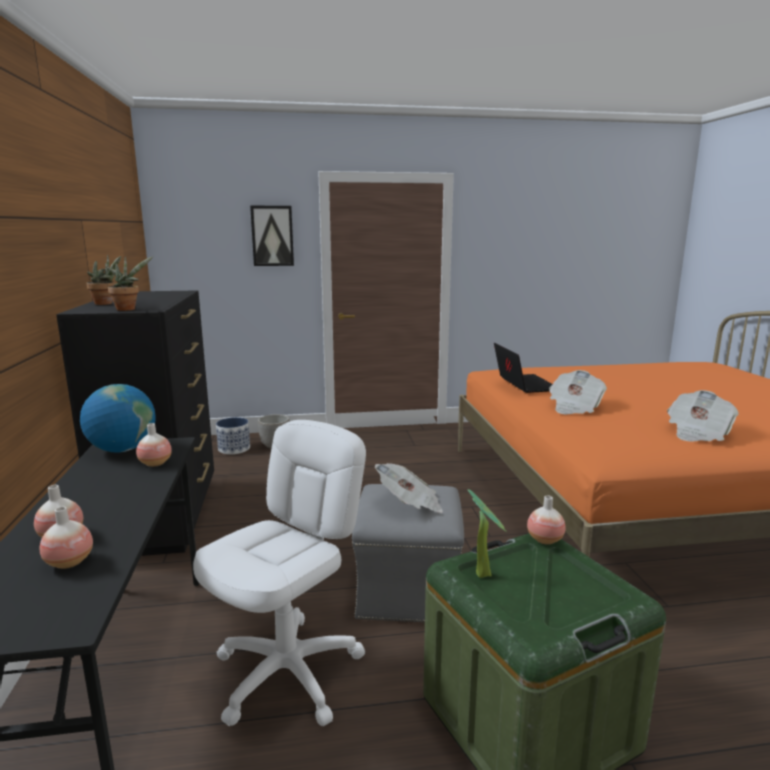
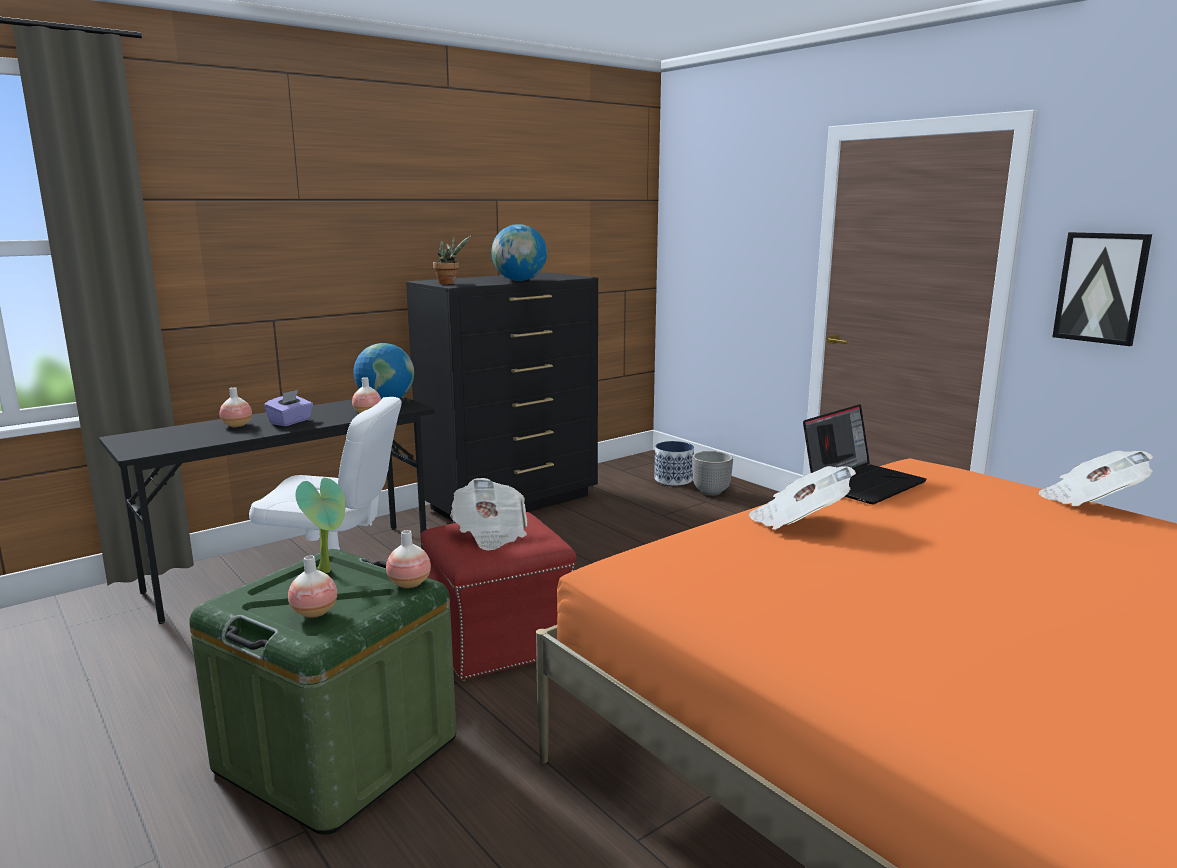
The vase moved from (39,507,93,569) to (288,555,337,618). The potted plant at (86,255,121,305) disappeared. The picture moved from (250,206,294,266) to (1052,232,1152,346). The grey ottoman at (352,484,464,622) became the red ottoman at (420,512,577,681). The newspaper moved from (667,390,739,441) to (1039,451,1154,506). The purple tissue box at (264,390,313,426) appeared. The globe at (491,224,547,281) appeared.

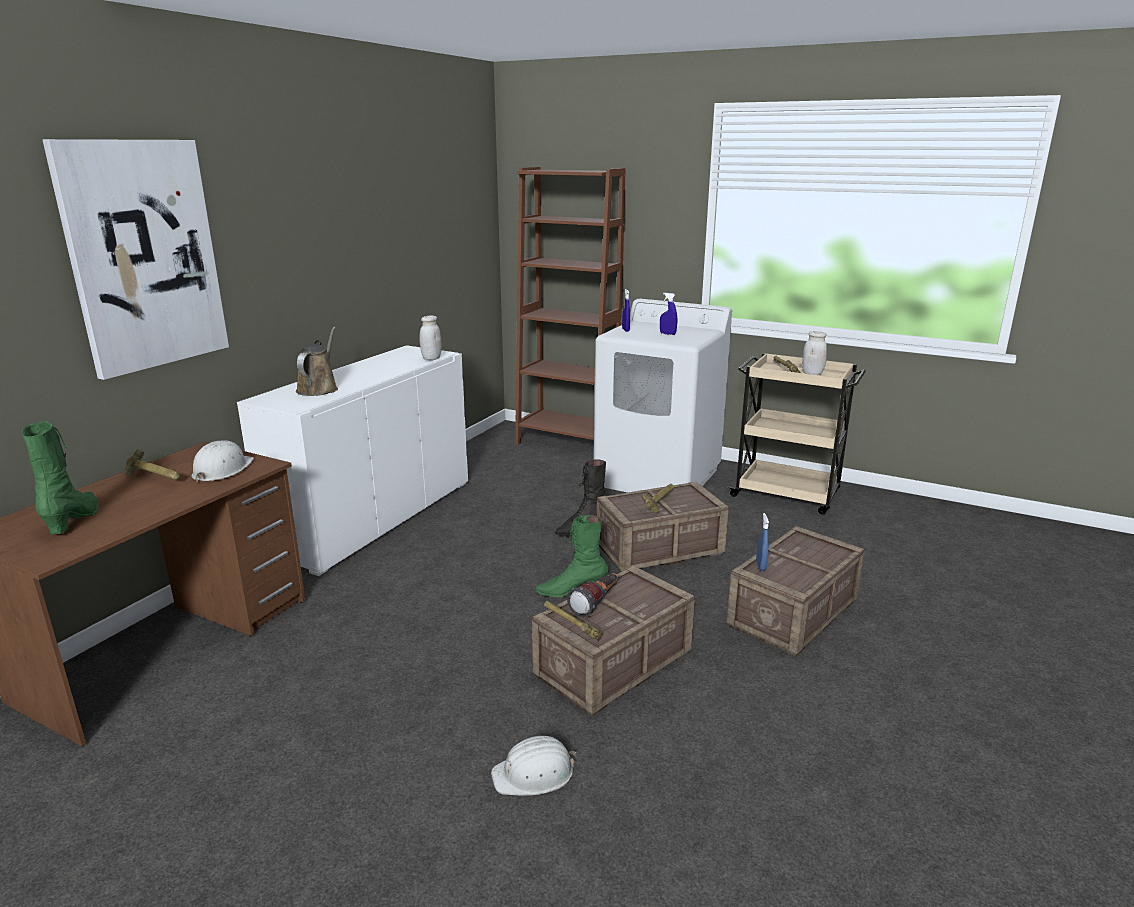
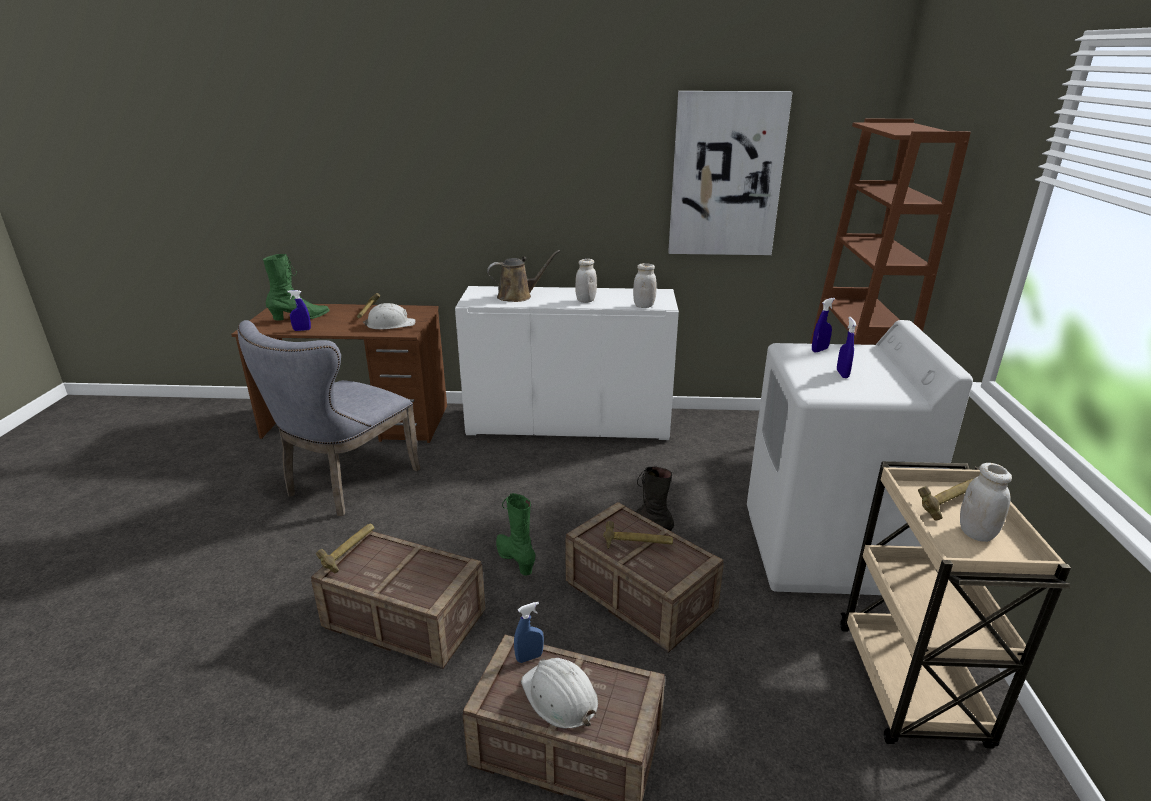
The picture moved from (43,139,229,380) to (668,91,793,255). The white hard hat moved from (491,736,576,796) to (521,658,598,728). The flashlight at (567,573,618,617) disappeared. The grey chair at (238,320,421,516) appeared. The blue spray bottle at (287,290,311,331) appeared. The white jar at (575,259,597,303) appeared.

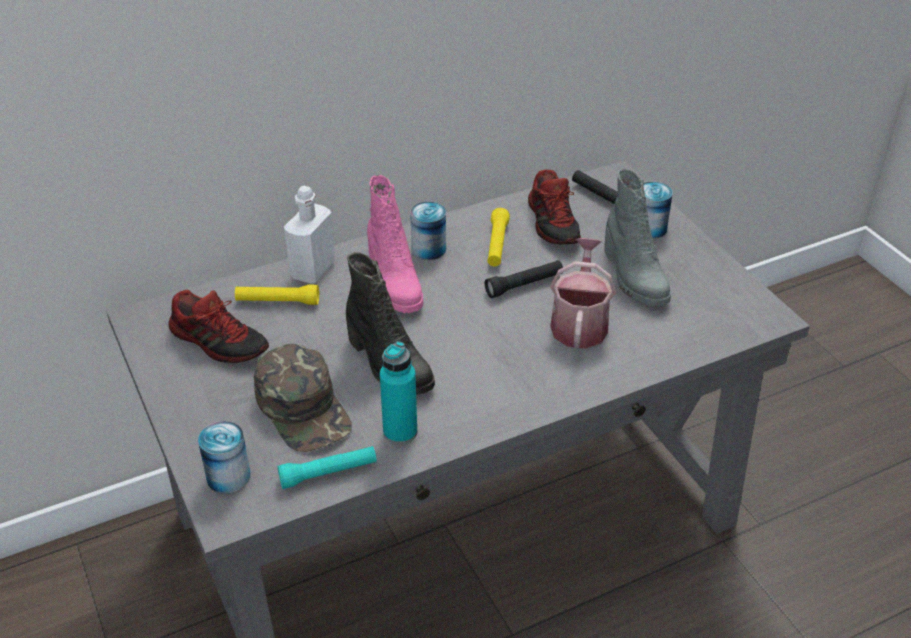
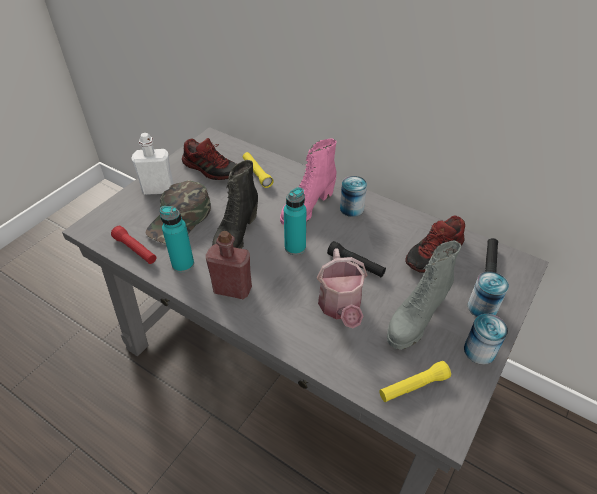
The shoe at (168,290,269,363) turned 60 degrees counterclockwise. The can moved from (198,421,250,494) to (464,314,508,365). The turquoise flashlight at (277,446,377,489) became the red flashlight at (111,226,157,264). The white bottle moved from (284,186,335,284) to (131,133,174,195). The yellow flashlight moved from (487,208,510,266) to (379,361,451,402). The watering can at (550,238,616,349) turned 105 degrees clockwise. The red bottle at (206,231,252,299) appeared. The turquoise bottle at (284,187,306,255) appeared.

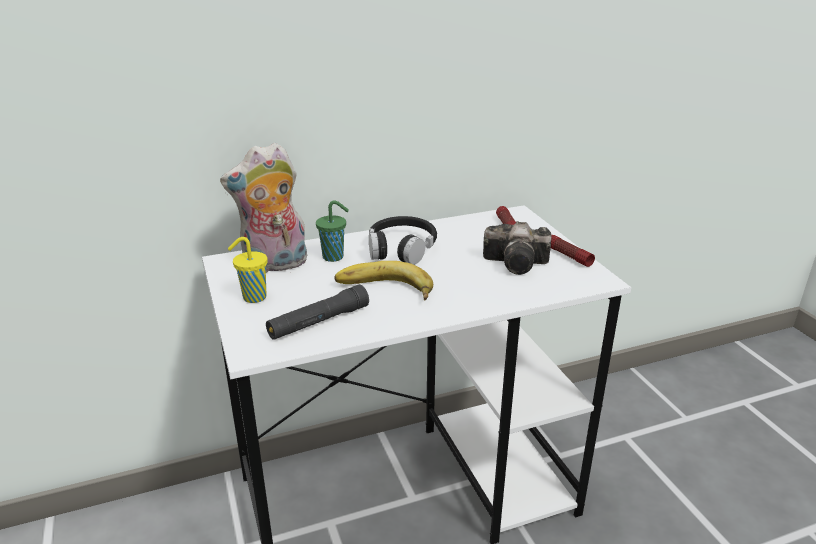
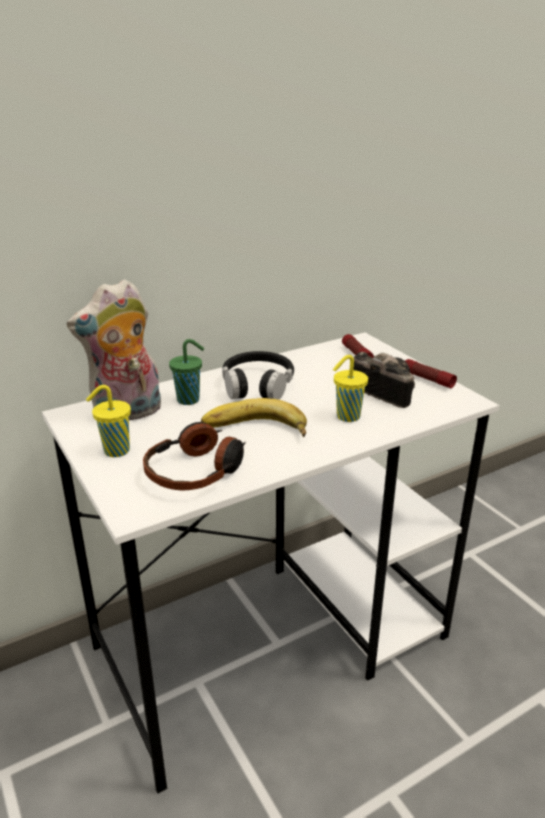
The black flashlight at (266,284,369,340) was replaced by the headphones at (143,422,246,491). The photo camera at (483,221,552,275) turned 135 degrees counterclockwise. The yellow cup at (333,355,368,422) appeared.

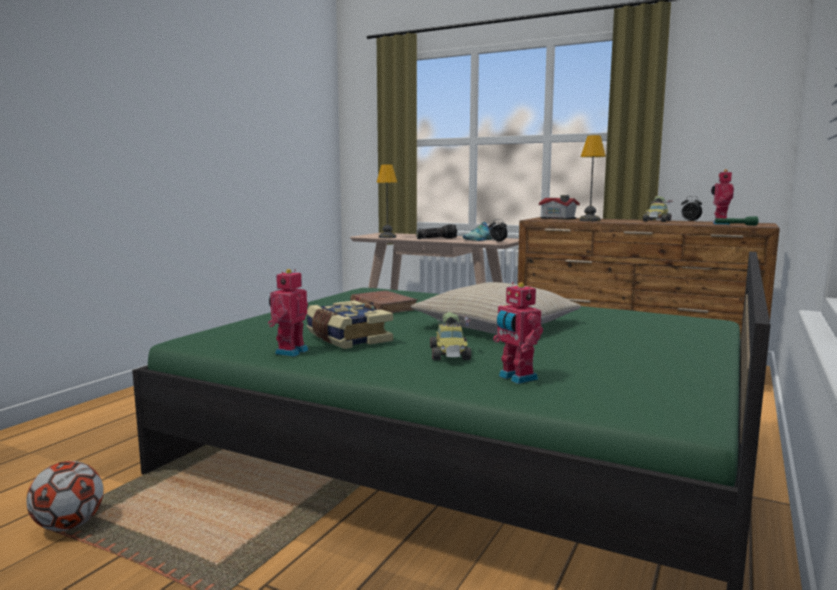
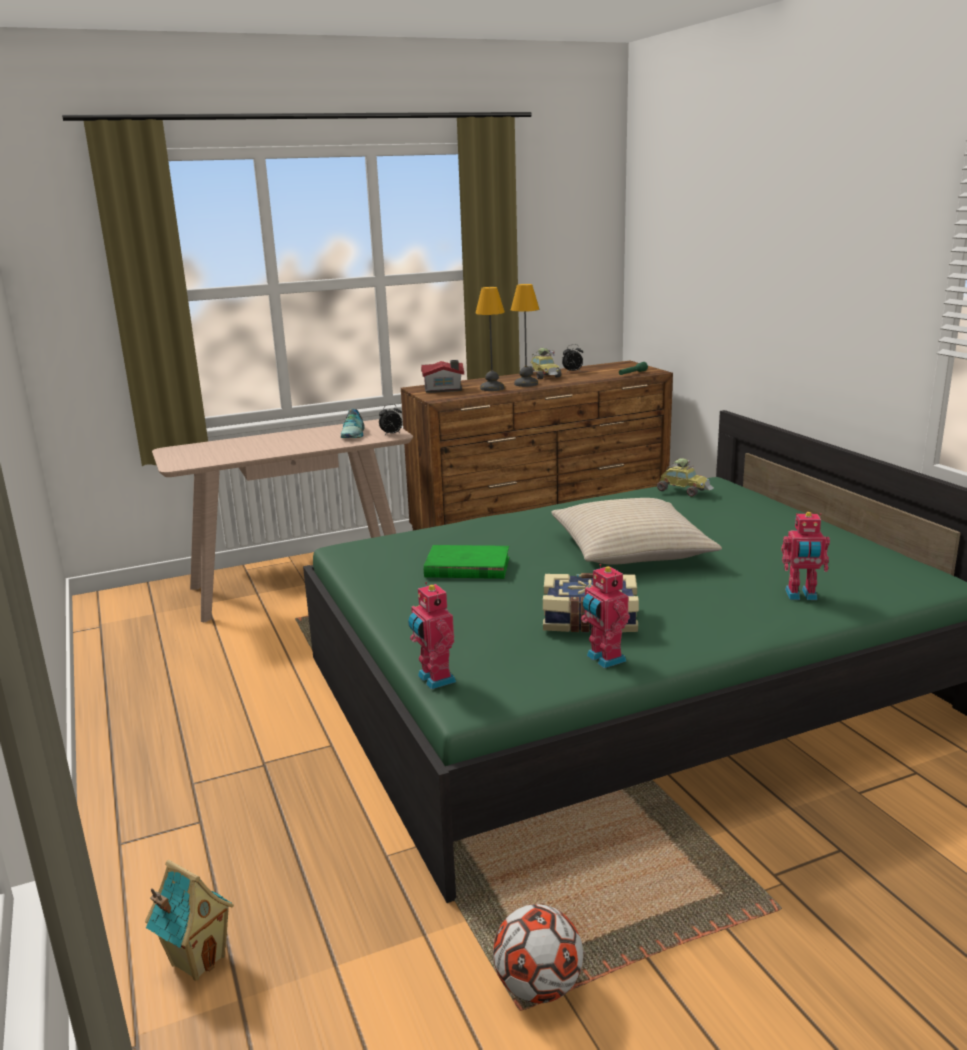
The brown book at (350,291,418,313) became the green book at (424,545,509,579). The table lamp moved from (376,164,397,238) to (511,284,539,387). The flashlight at (416,224,457,239) disappeared. The toy car moved from (430,312,471,360) to (657,458,714,497). The toy robot moved from (711,169,734,225) to (408,582,456,689). The toy house at (145,860,234,981) appeared.

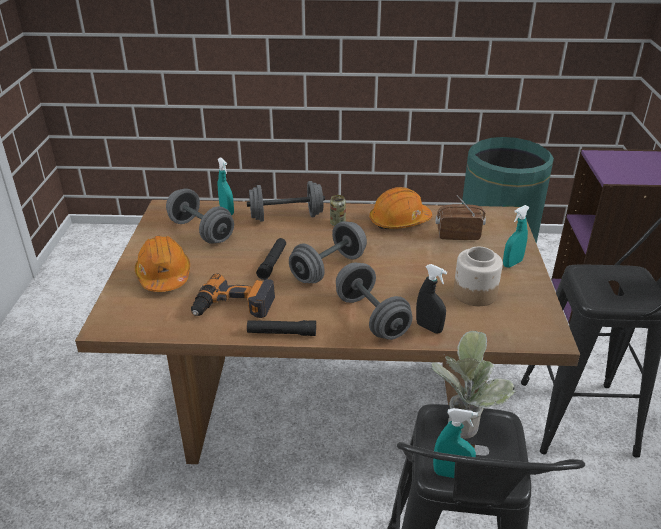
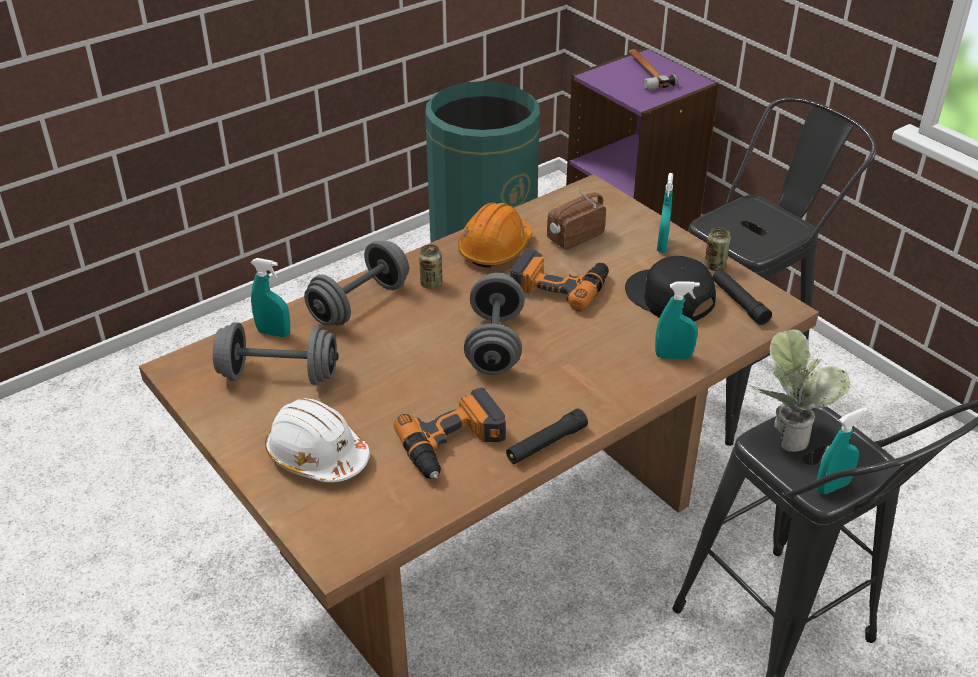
The orange hard hat at (135,236,190,292) became the white hard hat at (265,398,370,482). The black flashlight moved from (256,238,286,280) to (713,269,772,325). The grey dumbbell at (336,263,413,340) disappeared. The black spray bottle at (416,264,447,333) became the turquoise spray bottle at (655,282,700,359). The jar at (453,247,503,306) was replaced by the black cap at (625,256,716,321). The power drill at (510,248,609,311) appeared. The hammer at (629,49,679,90) appeared. The can at (704,227,731,271) appeared.

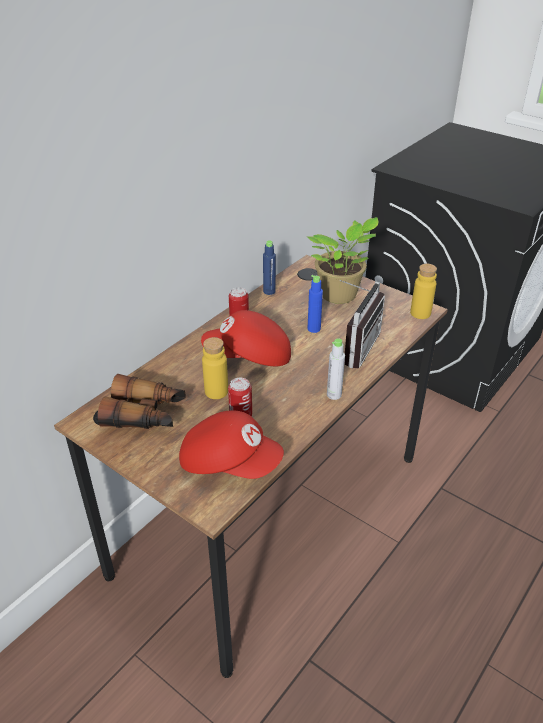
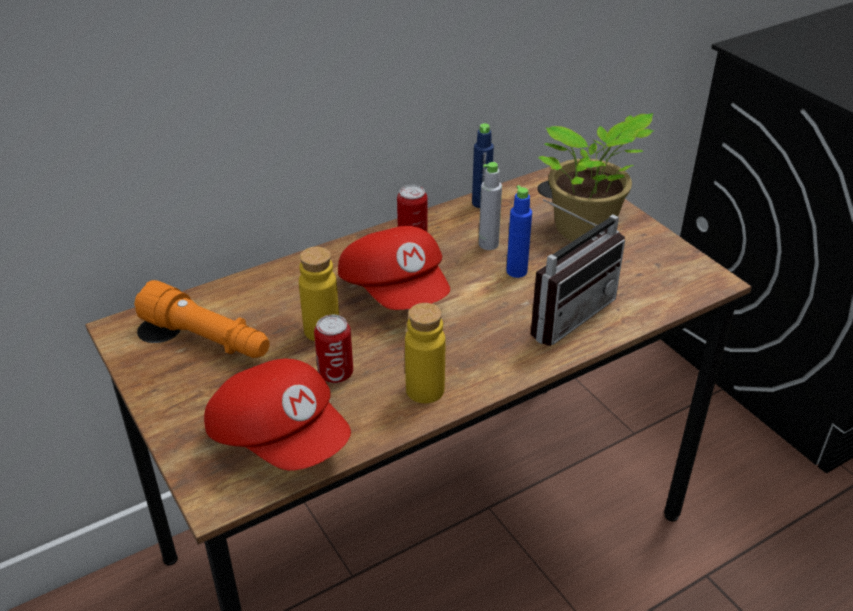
The binoculars at (97,374,186,429) was replaced by the orange flashlight at (134,280,270,358). The red cap at (201,310,291,366) turned 135 degrees counterclockwise. The grey bottle moved from (327,338,345,400) to (479,162,502,250). The yellow bottle moved from (410,264,437,319) to (405,303,445,403).

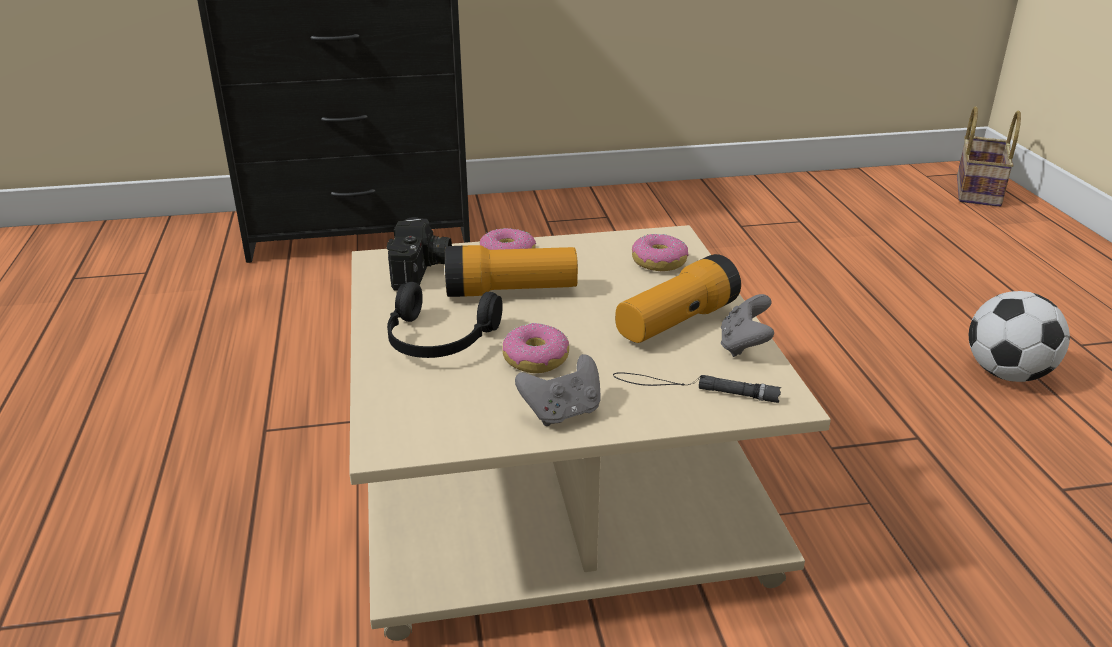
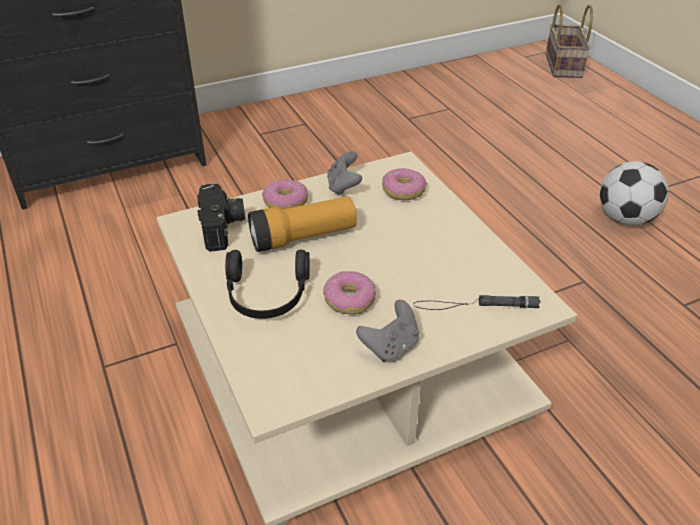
The flashlight at (615,254,741,343) disappeared. The grey game controller moved from (721,294,774,357) to (327,151,362,196).

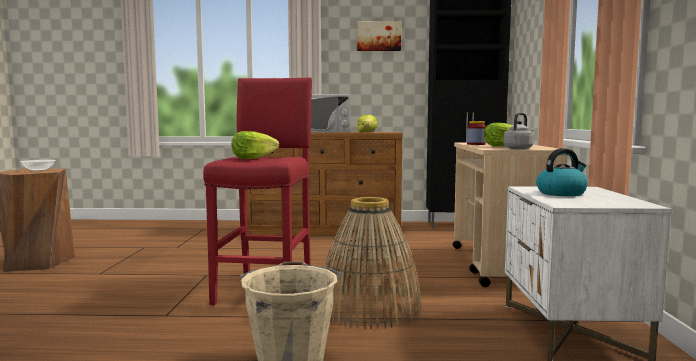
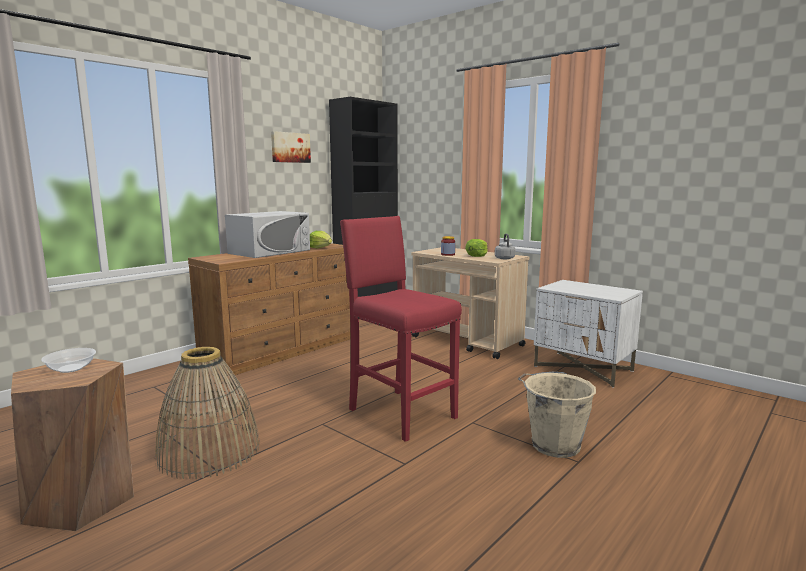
The lettuce at (232,131,279,159) disappeared. The basket moved from (324,197,422,329) to (155,347,260,479). The kettle at (536,148,588,196) disappeared.

